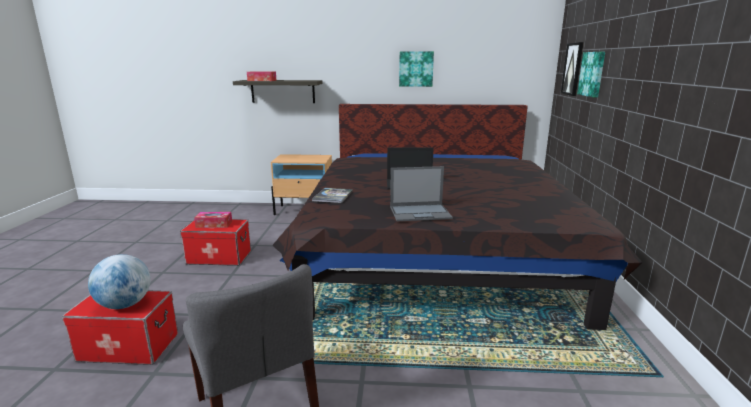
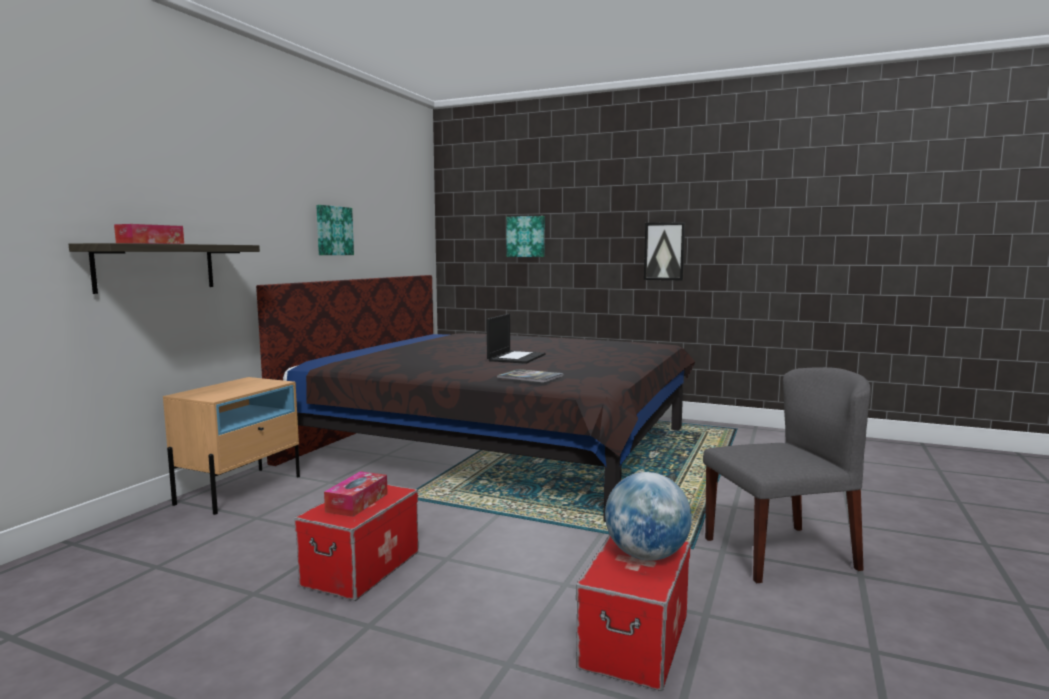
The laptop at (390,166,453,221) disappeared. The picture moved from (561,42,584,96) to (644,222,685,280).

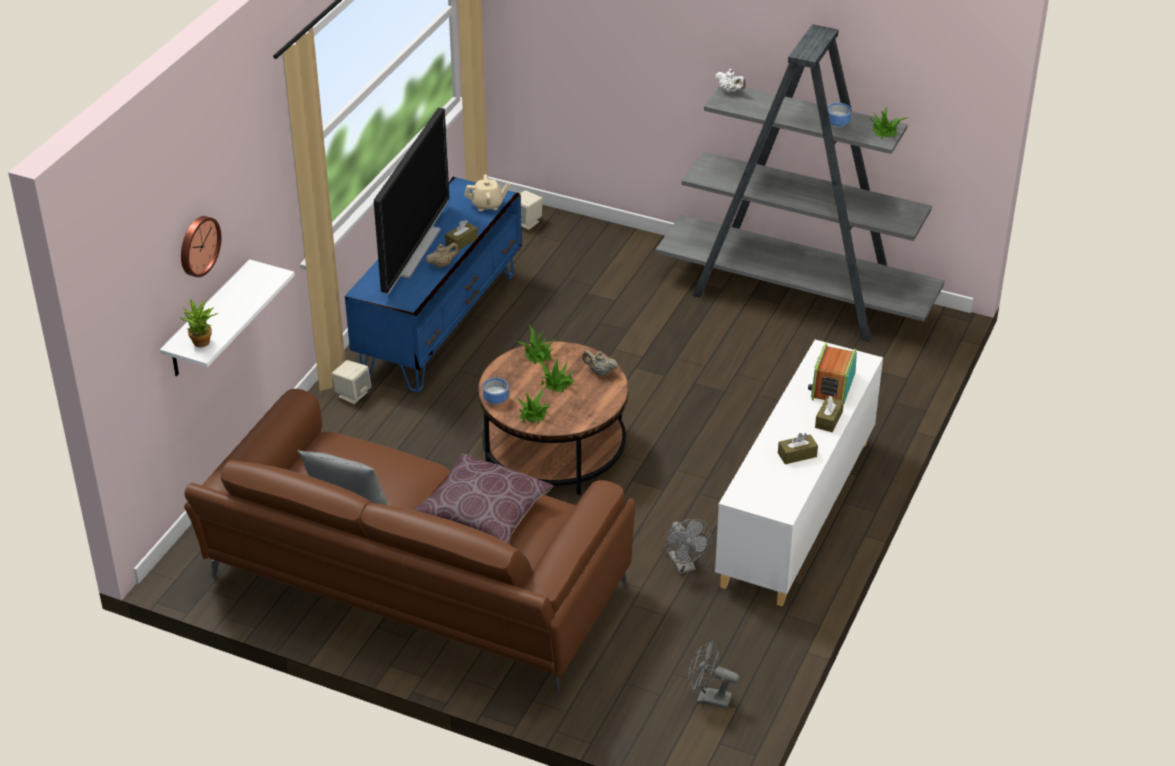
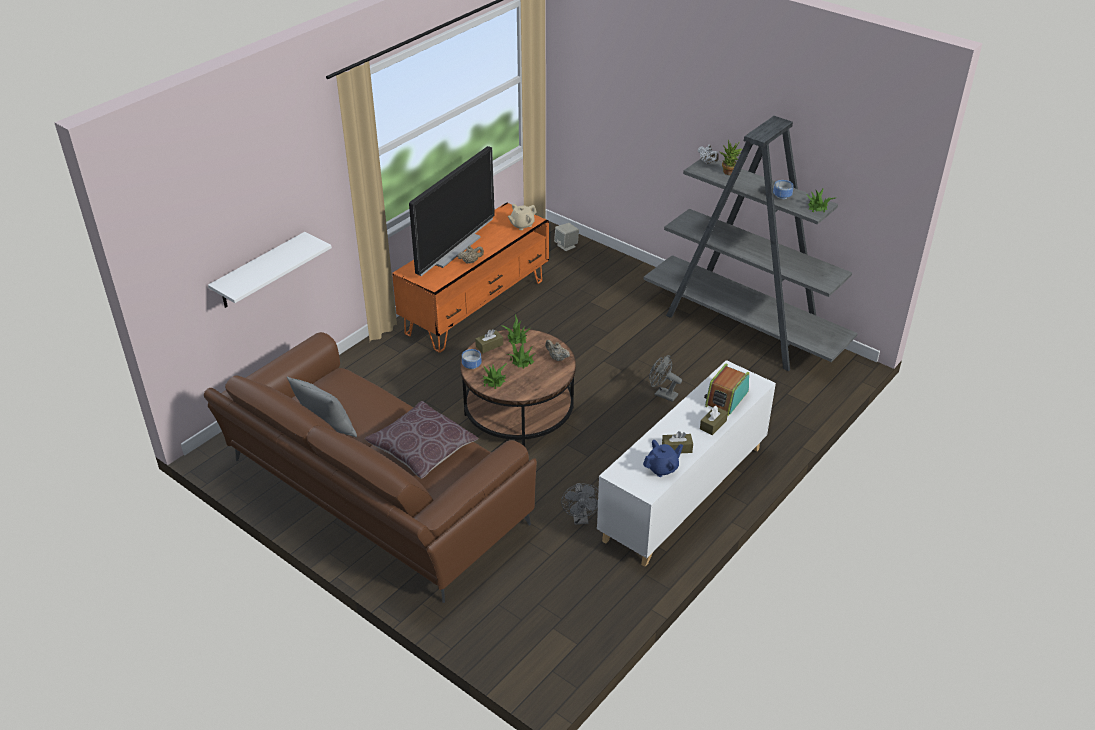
The potted plant moved from (180,297,218,347) to (720,140,742,175). The wall clock at (181,216,221,277) disappeared. The beige speaker at (332,360,371,404) disappeared. The blue tv stand at (345,177,522,392) became the orange tv stand at (392,202,549,353). The brown tissue box moved from (445,220,478,250) to (475,329,503,354). The beige teapot at (465,174,510,211) turned 135 degrees clockwise. The grey fan moved from (688,641,739,709) to (649,355,682,402). The blue teapot at (643,440,683,477) appeared.

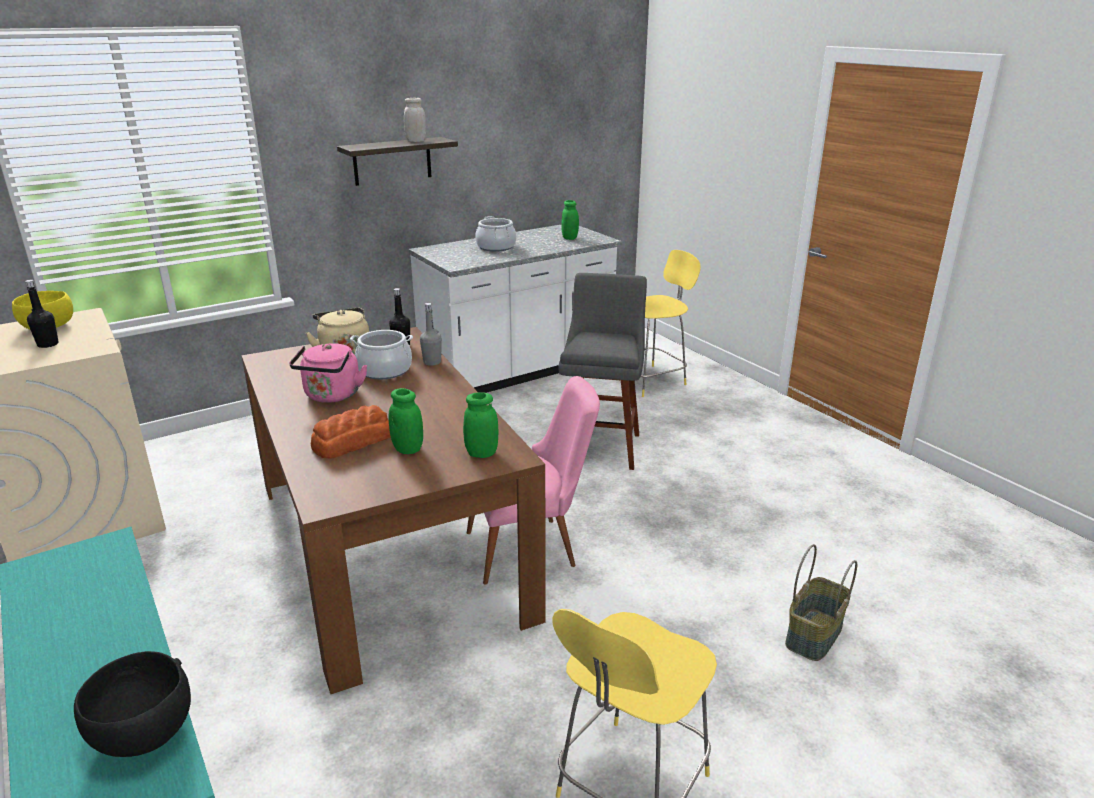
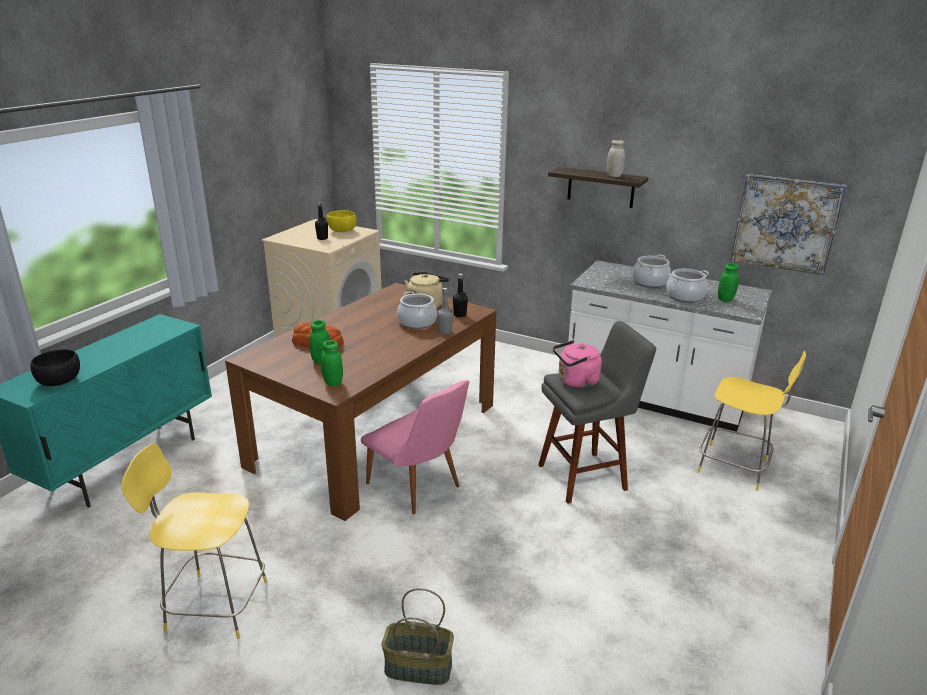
The pink kettle moved from (289,343,367,403) to (553,340,602,389). The cooking pot at (666,269,709,303) appeared. The picture at (730,174,846,275) appeared.

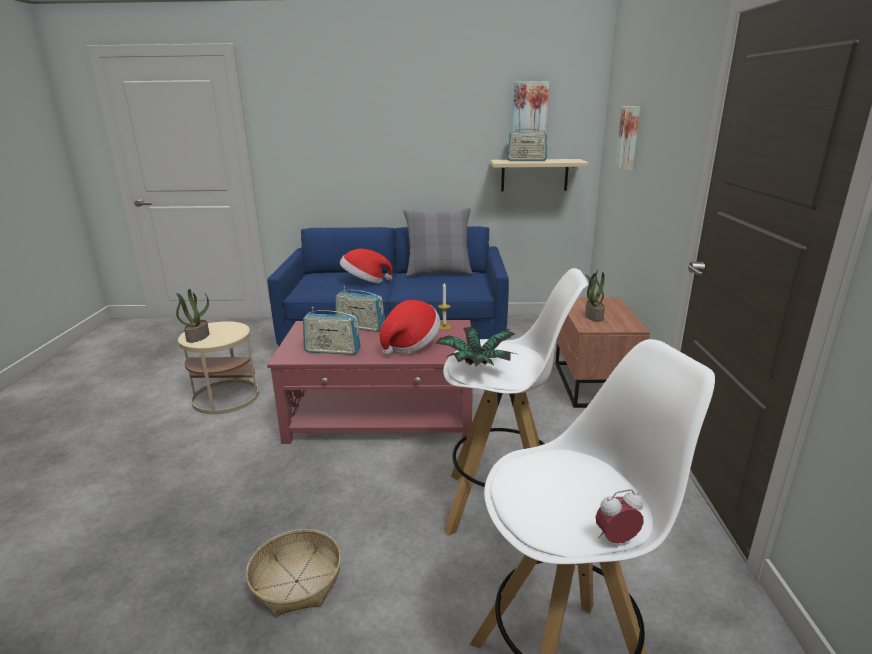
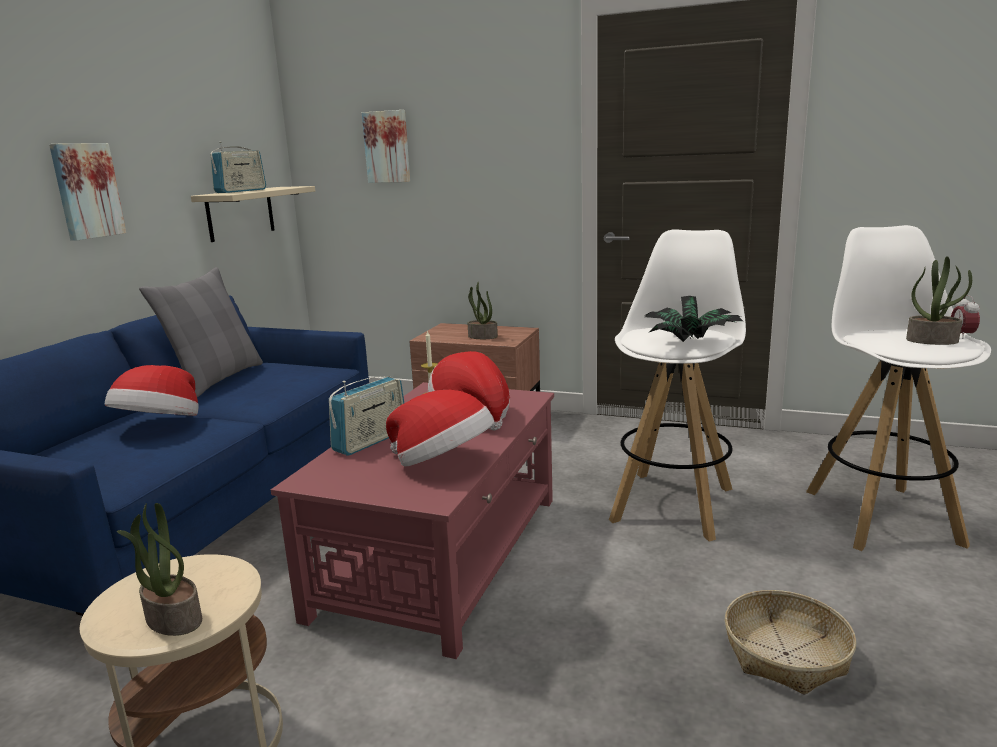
The radio at (303,307,361,355) was replaced by the hat at (386,390,494,467). The picture moved from (512,81,549,132) to (49,143,126,241). The potted plant at (906,256,972,345) appeared.

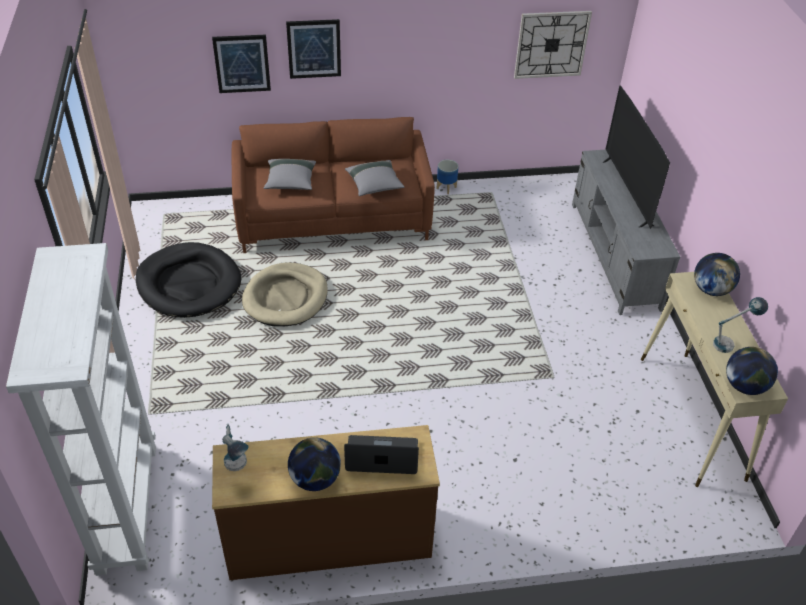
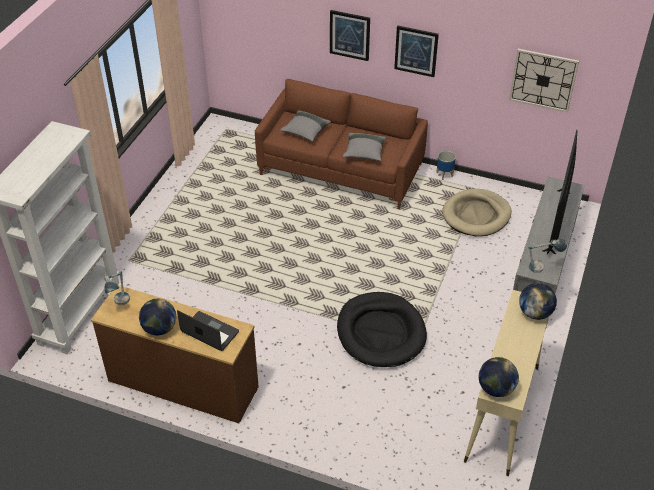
The black dog bed moved from (136,242,241,318) to (337,292,427,367). The picture moved from (212,34,271,93) to (394,26,439,77). The beige dog bed moved from (242,262,328,327) to (442,189,512,236). The table lamp moved from (713,297,768,353) to (529,239,567,273).

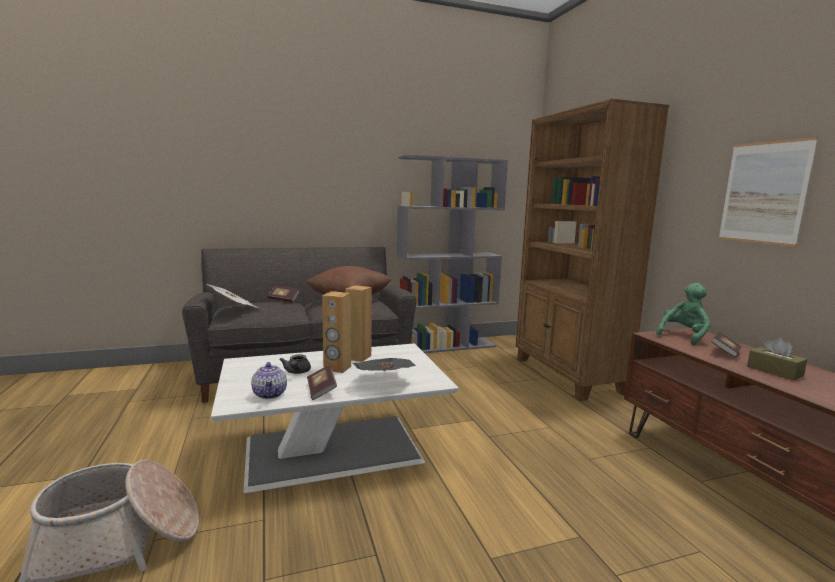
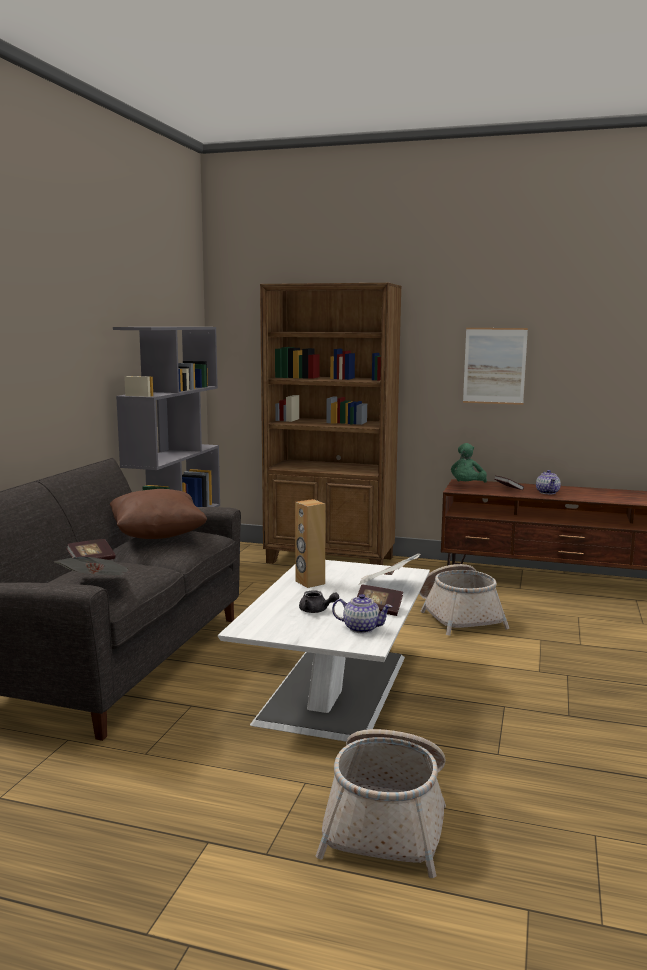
The brown speaker at (322,291,351,373) disappeared. The green plush toy at (656,283,710,345) turned 150 degrees counterclockwise. The brown tissue box at (747,338,807,380) was replaced by the teapot at (536,470,561,494). The basket at (419,564,509,636) appeared.

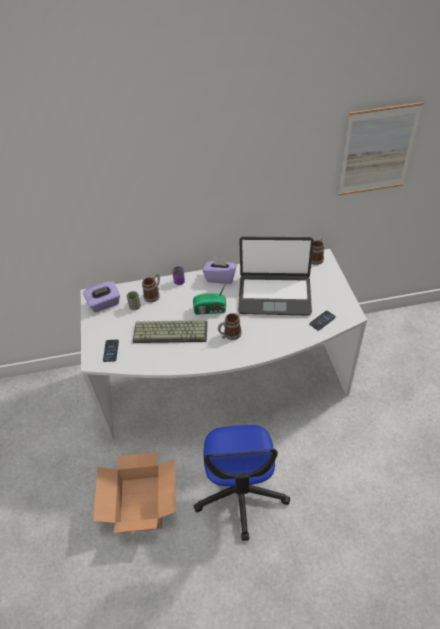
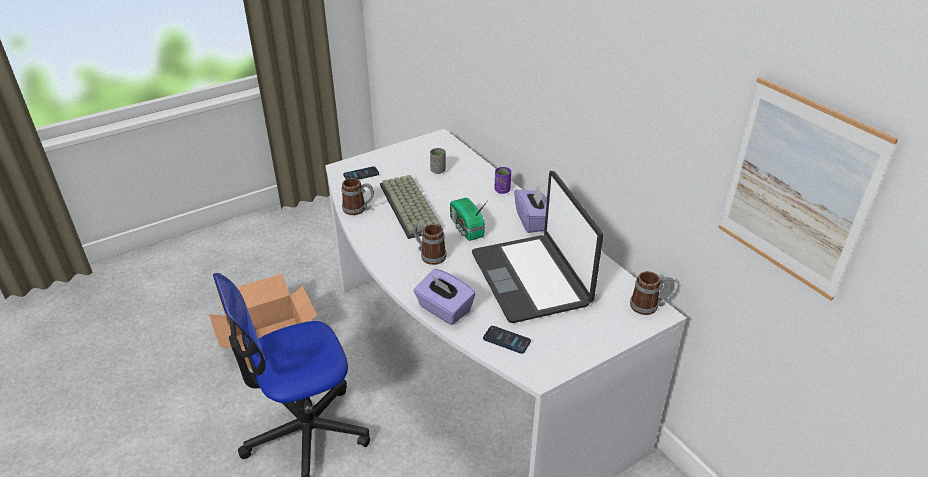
The purple tissue box moved from (83,281,120,312) to (413,269,476,325). The mug moved from (142,274,160,303) to (342,178,374,215).

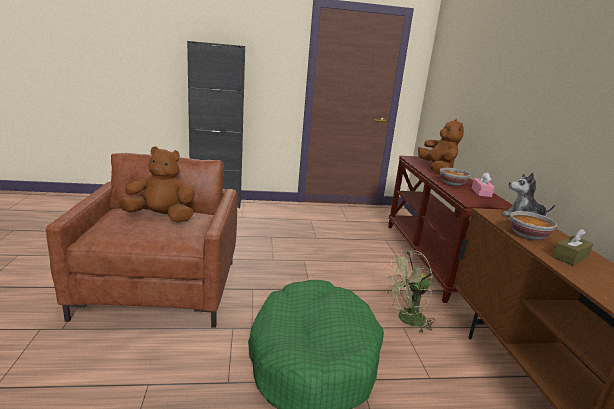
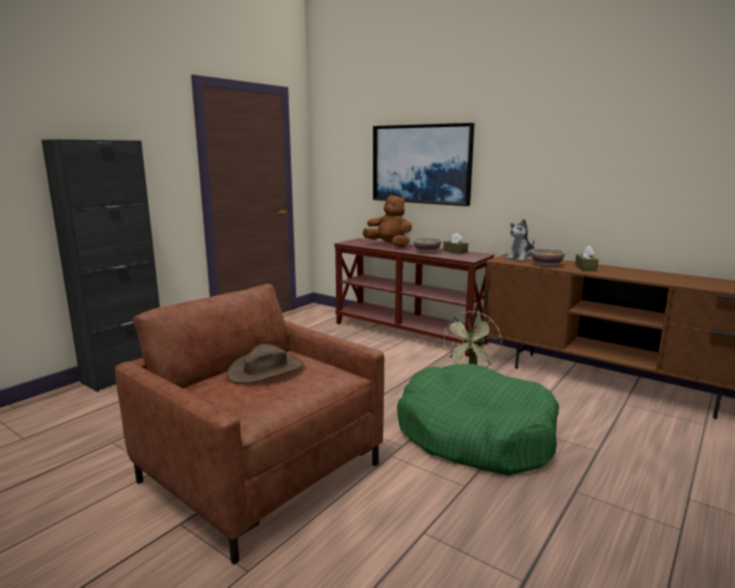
The brown plush toy at (118,146,195,223) was replaced by the brown hat at (226,344,305,384). The pink tissue box at (472,172,494,197) became the brown tissue box at (443,233,468,254). The picture at (373,123,474,206) appeared.

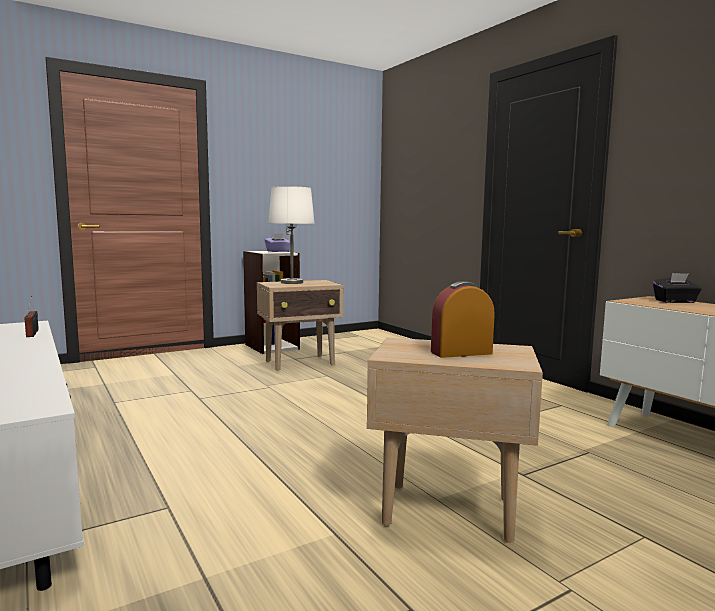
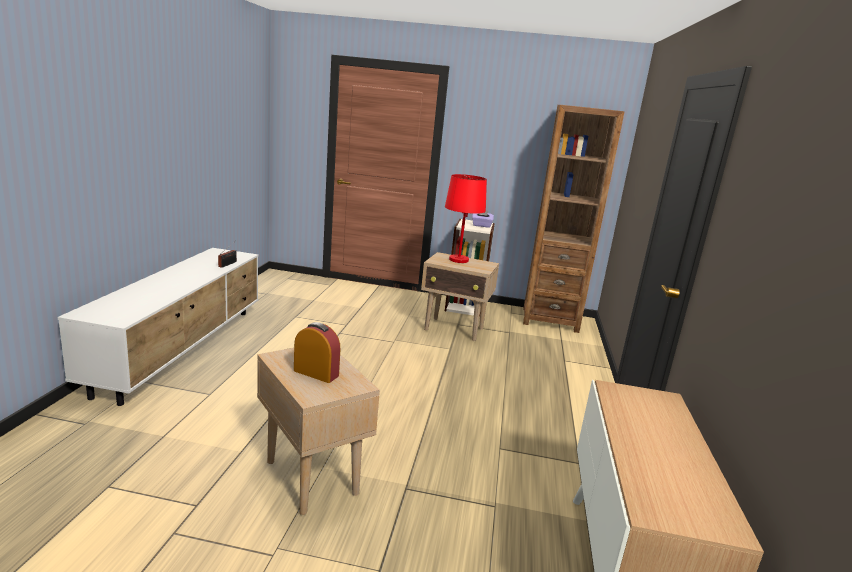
The white table lamp at (269,186,315,284) became the red table lamp at (445,174,487,263). The black tissue box at (653,273,702,303) disappeared. The brown bookcase at (523,105,625,333) appeared.

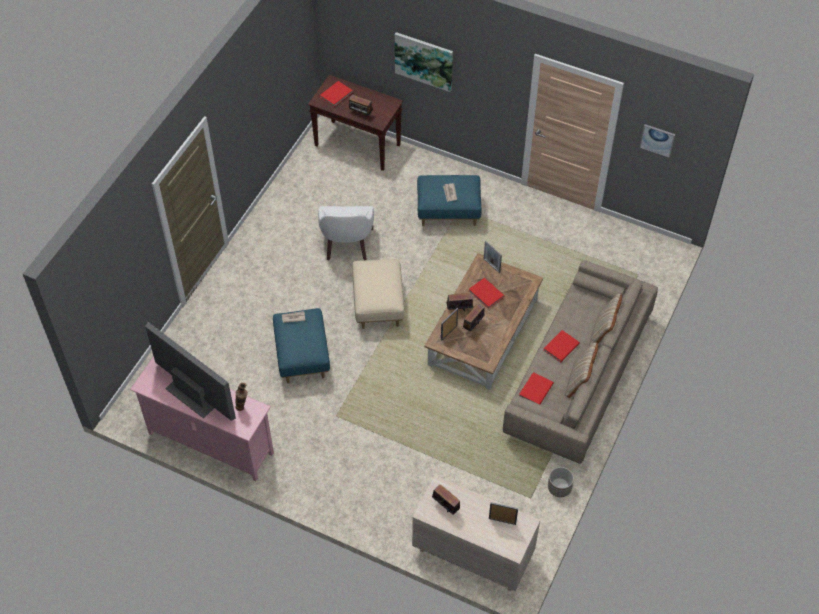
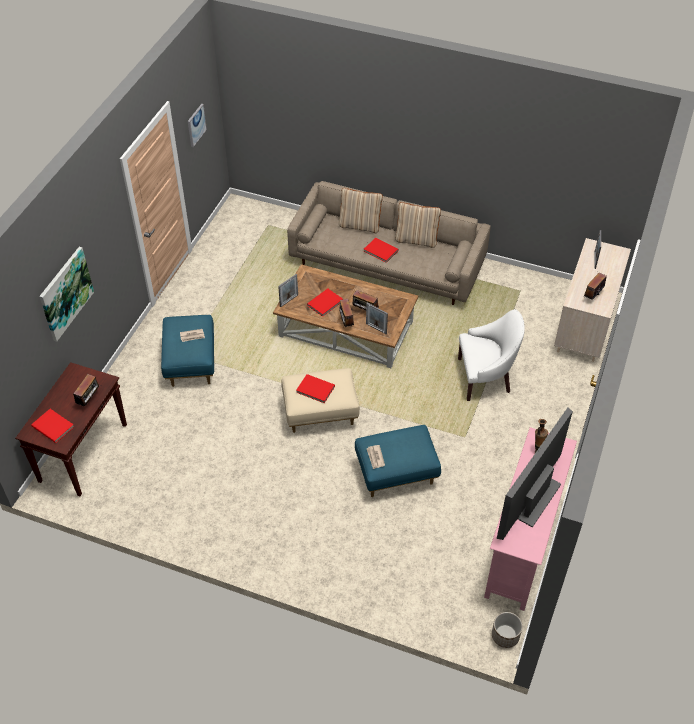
The white armchair moved from (318,206,374,260) to (458,309,525,401). The red book moved from (519,372,554,404) to (296,374,335,403). The planter moved from (548,467,574,497) to (492,612,523,648).

